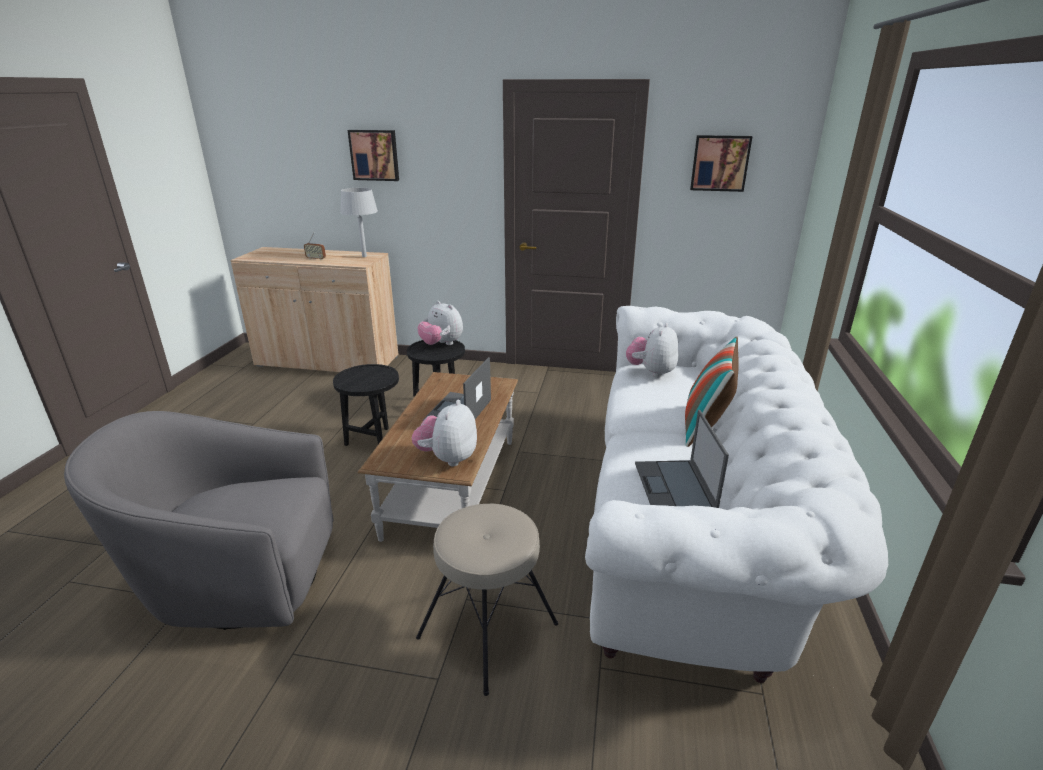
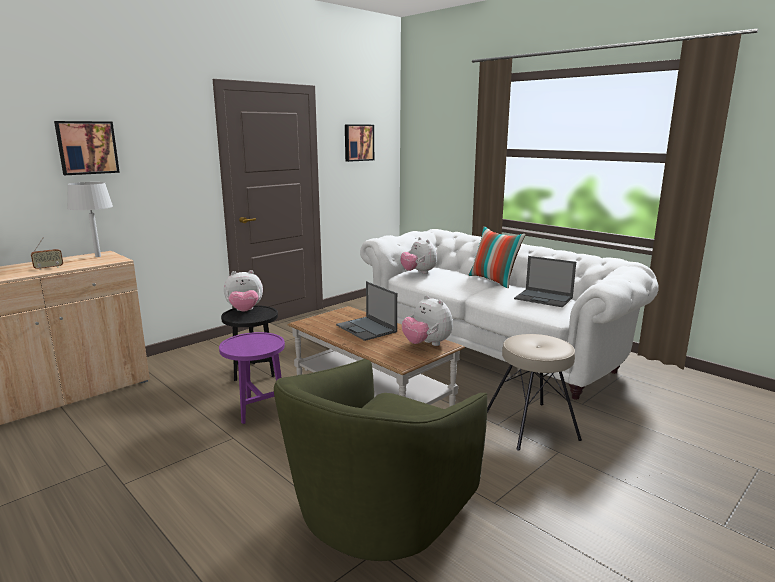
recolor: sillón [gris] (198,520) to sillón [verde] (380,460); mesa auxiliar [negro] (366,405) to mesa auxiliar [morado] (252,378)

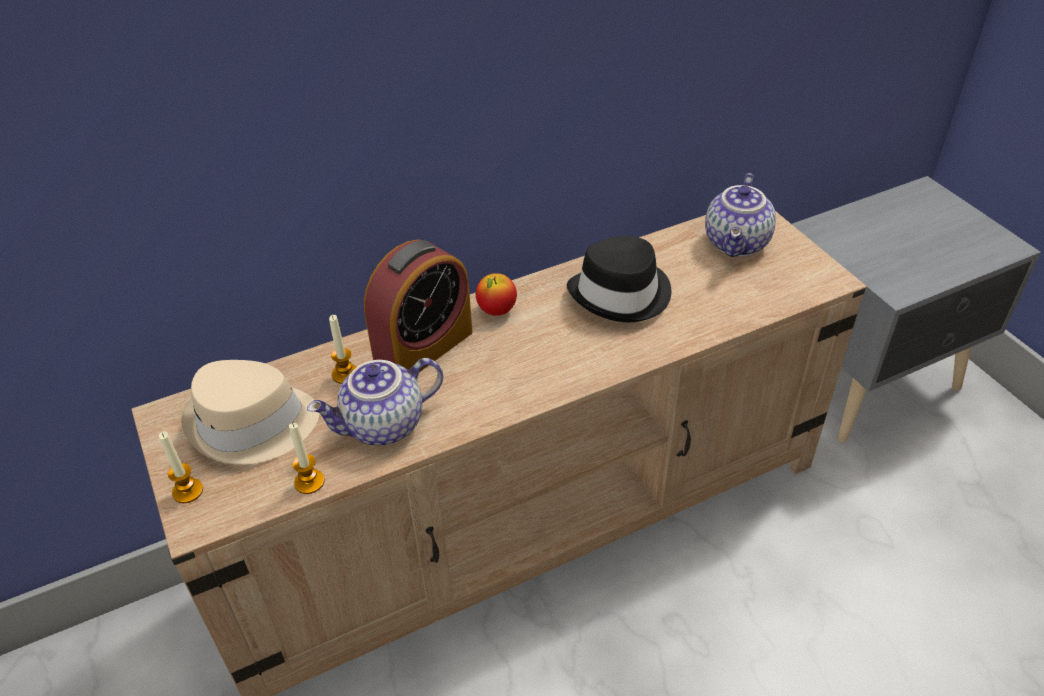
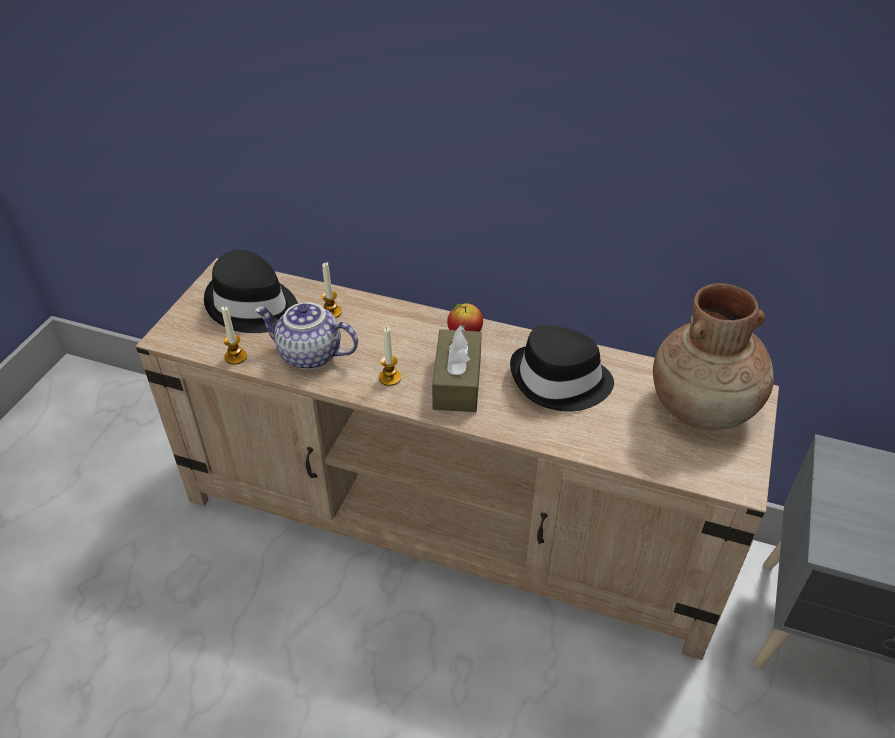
delete: despertador (418,306)
insert: caja de pañuelos [marrón] (457,368)
move: vela (181,467) to (390,356)
replace: tetera (740,215) to florero [marrón] (713,356)
recolor: sombrero [beis] (250,412) to sombrero [negro] (251,291)

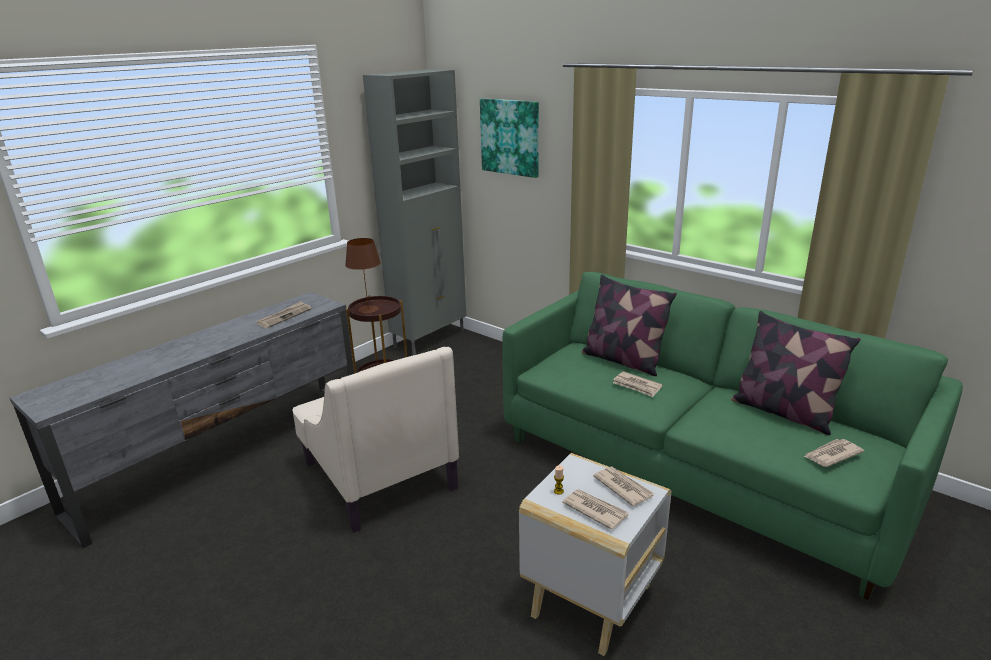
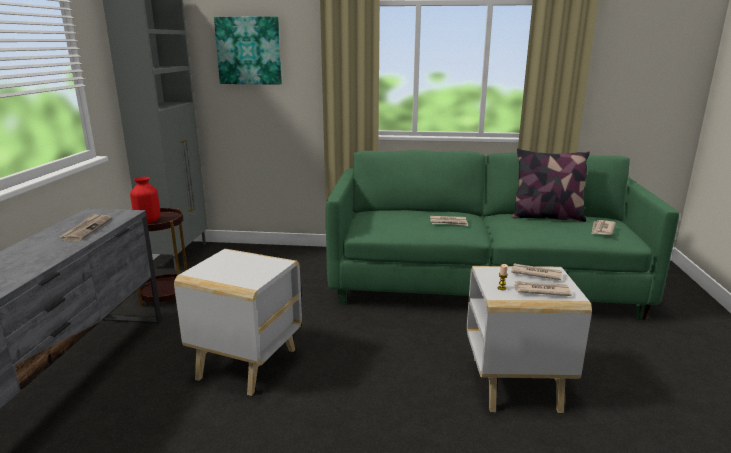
delete: cojín (629,325)
replace: sillón [beis] (375,440) to mesa auxiliar [blanco] (238,322); lámpara de mesa [marrón] (363,275) to florero [rojo] (145,200)

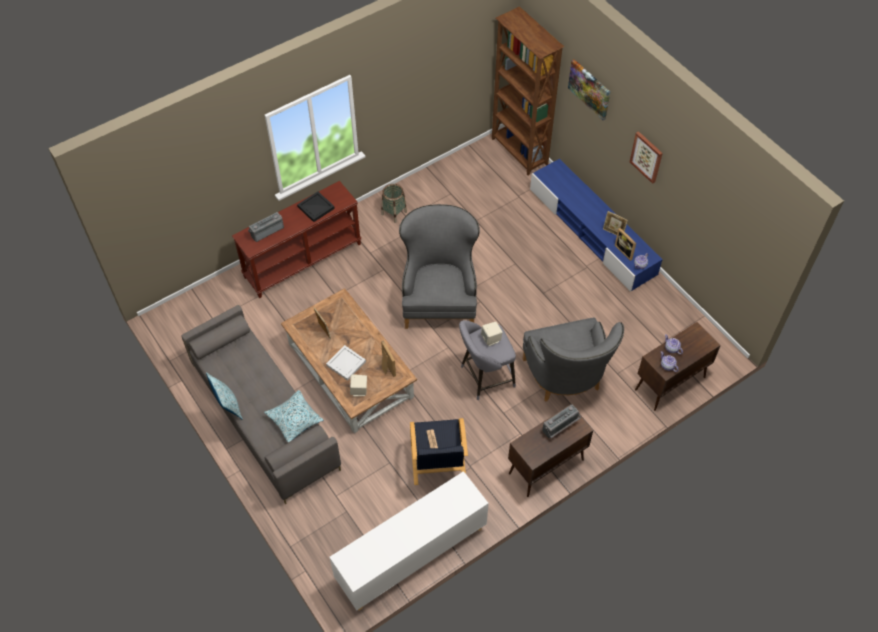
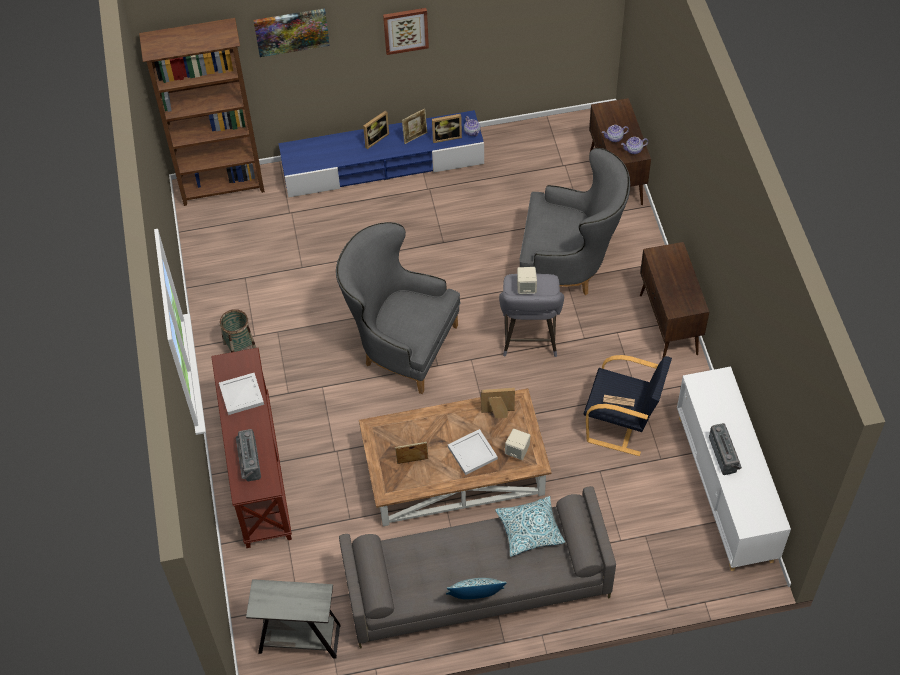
insert: mesa auxiliar [gris] (293,619); portarretratos (376,129)
move: radio (561,421) to (725,449)
recolor: bandeja [negro] (316,207) to bandeja [blanco] (241,394)

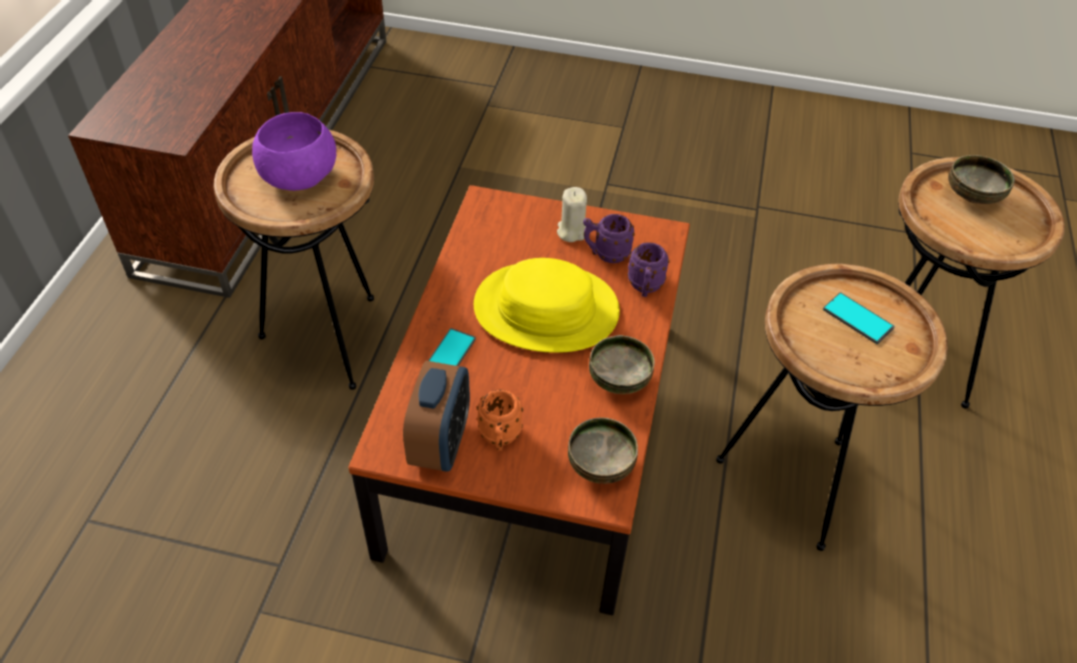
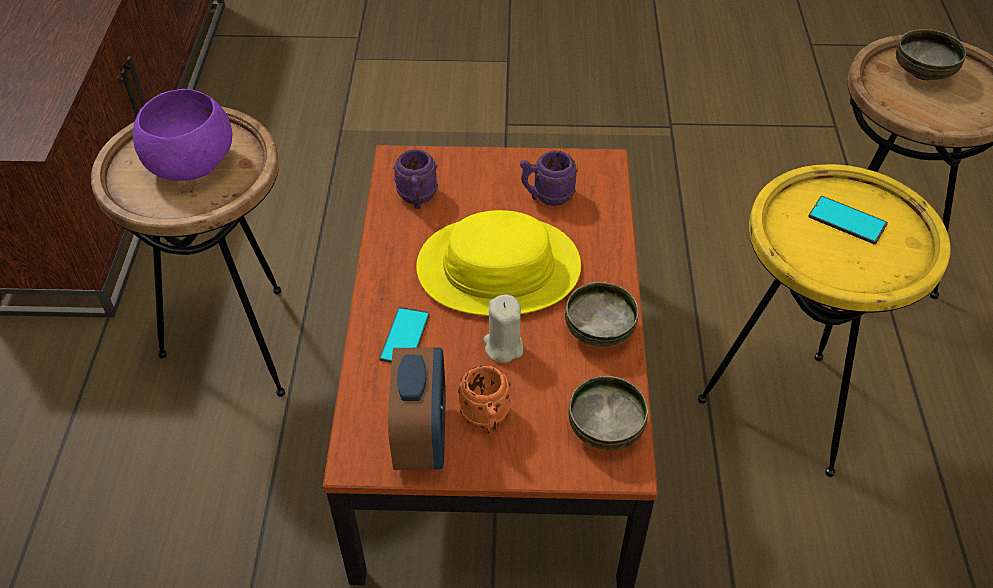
move: vela [beis] (572,214) to (503,329); taza grande [morado] (649,269) to (415,179)
recolor: mesa auxiliar [marrón] (832,407) to mesa auxiliar [amarillo] (824,320)

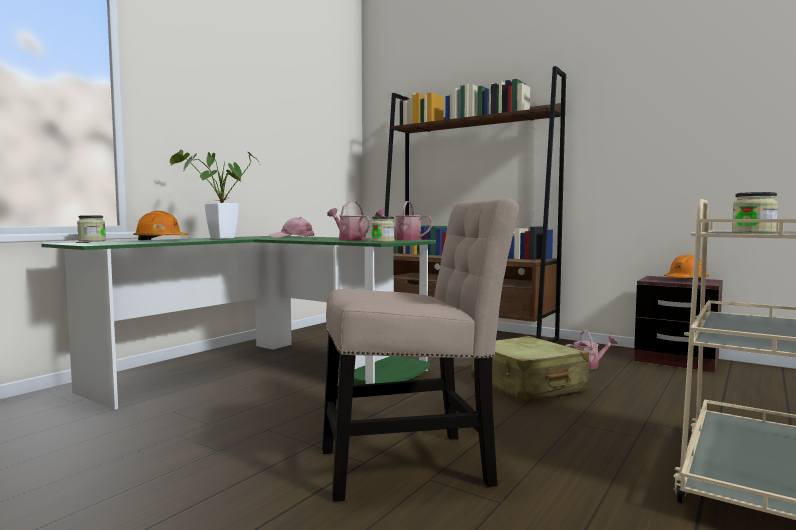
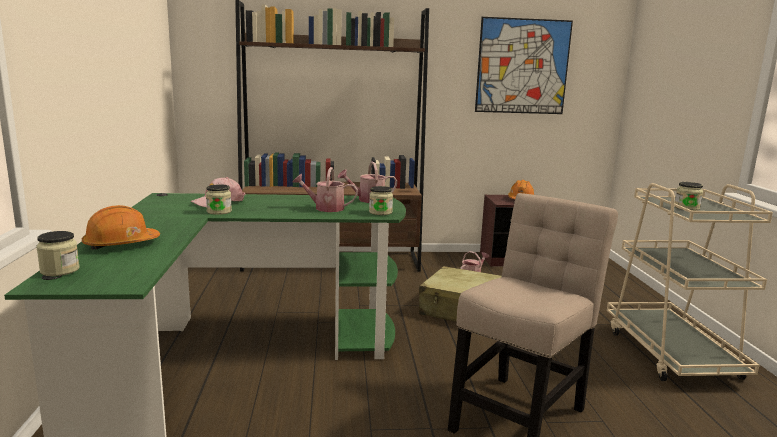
delete: planta en maceta (214,194)
insert: tarro (219,199); cuadro (524,65)

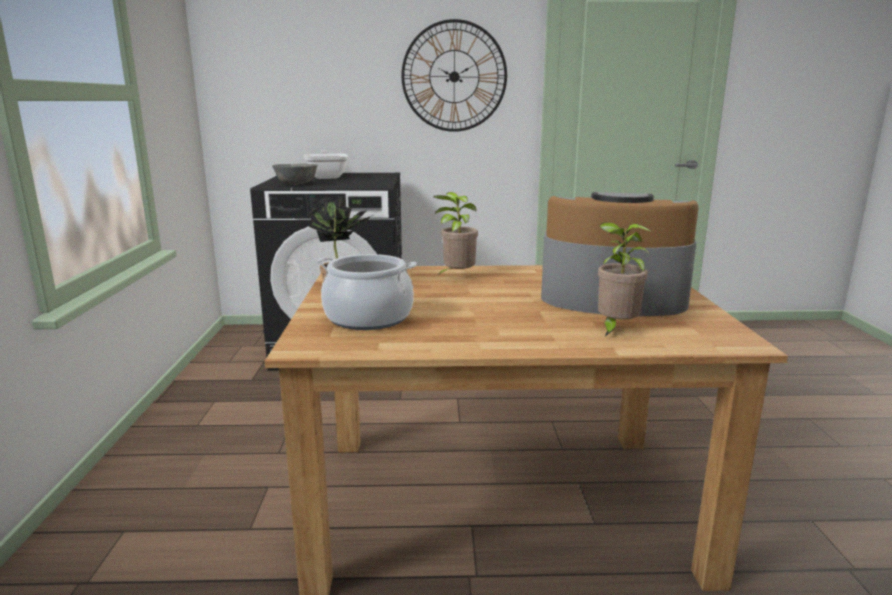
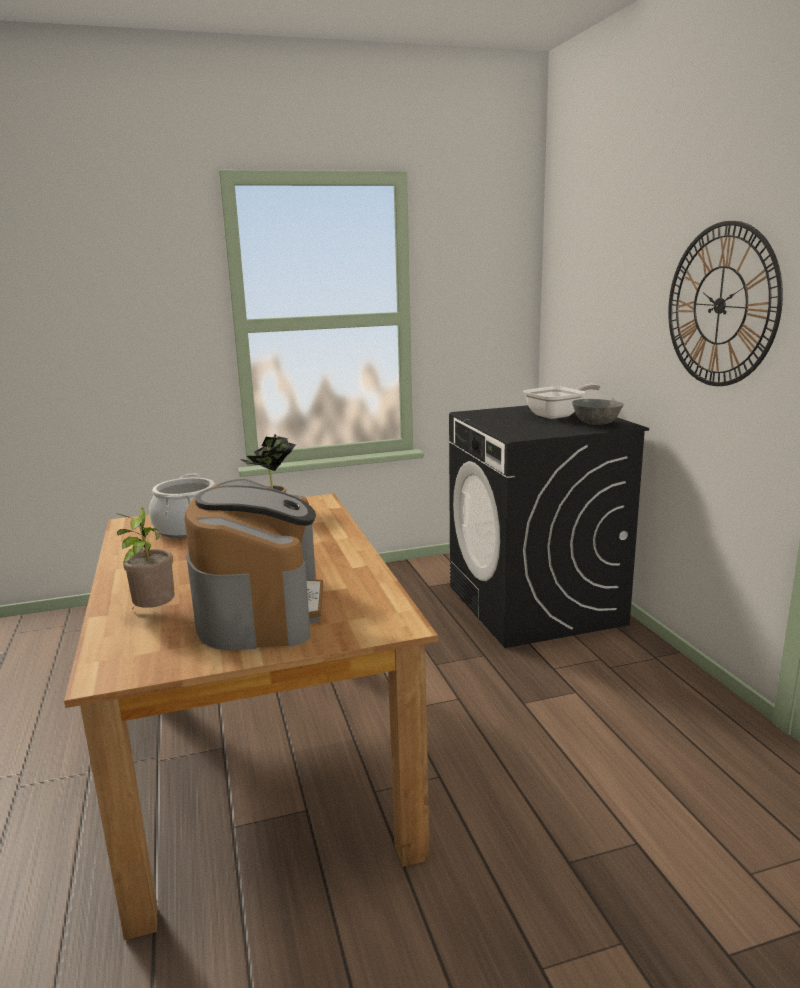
delete: planta en maceta (455,233)
move: cuenco [gris] (295,174) to (598,412)

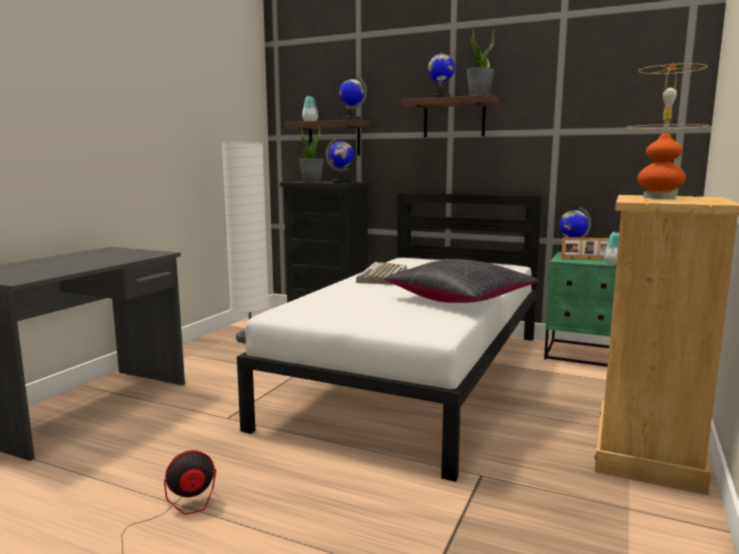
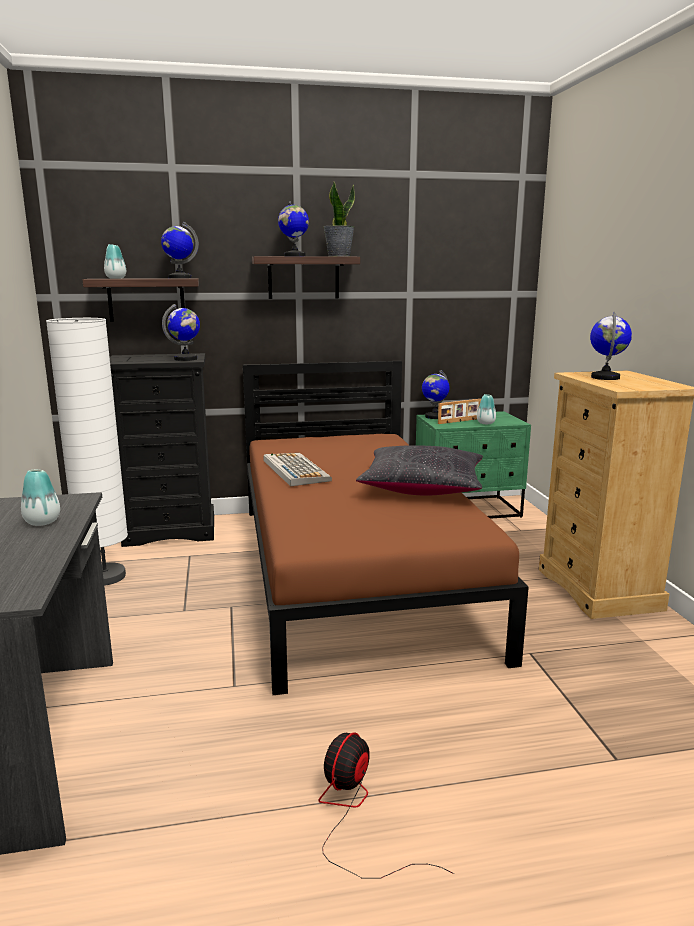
delete: planta en maceta (311,154)
insert: florero (40,498)
replace: lámpara de mesa (667,131) to globo terráqueo (611,346)
recolor: cama [blanco] (389,337) to cama [marrón] (386,528)

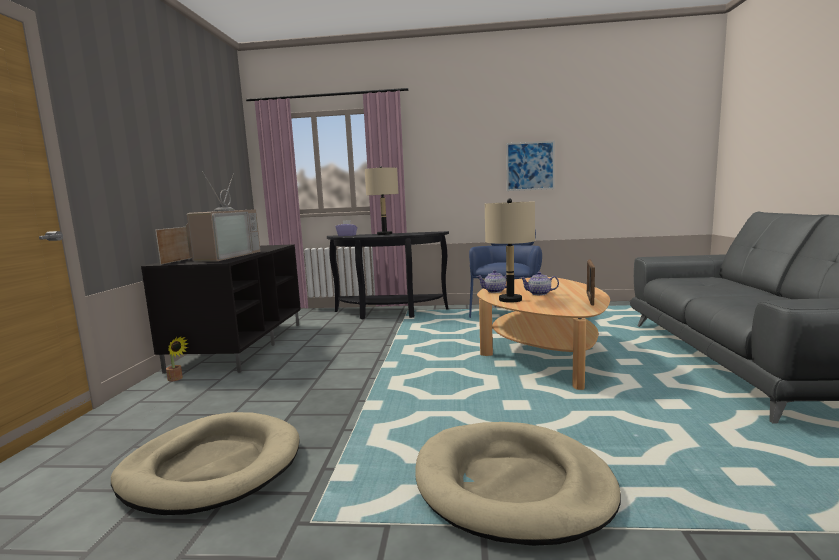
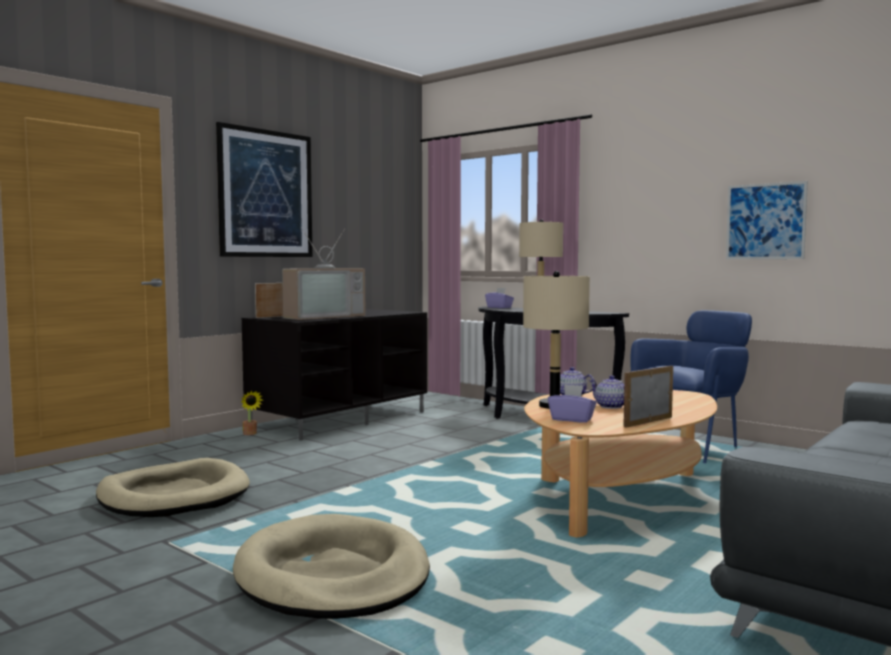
insert: cuadro (264,189); caja de pañuelos [morado] (572,403)

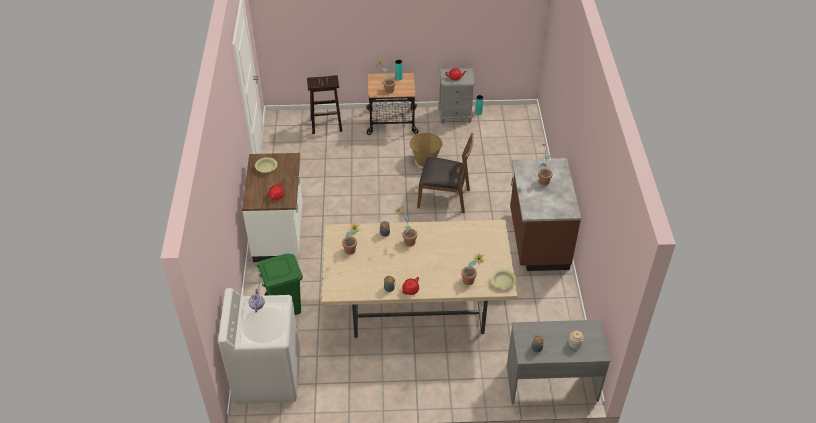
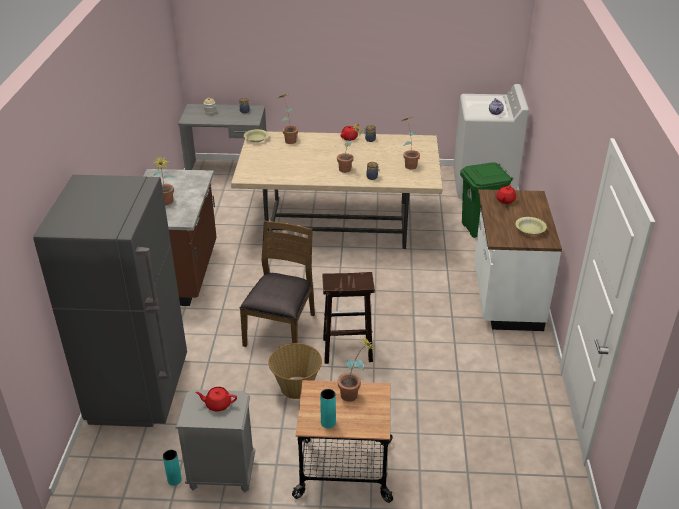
insert: nevera [gris] (110,301)
move: taburete [marrón] (324,104) to (348,318)
rotate: silla [marrón] (445,173) = (277,284) 90 degrees clockwise

